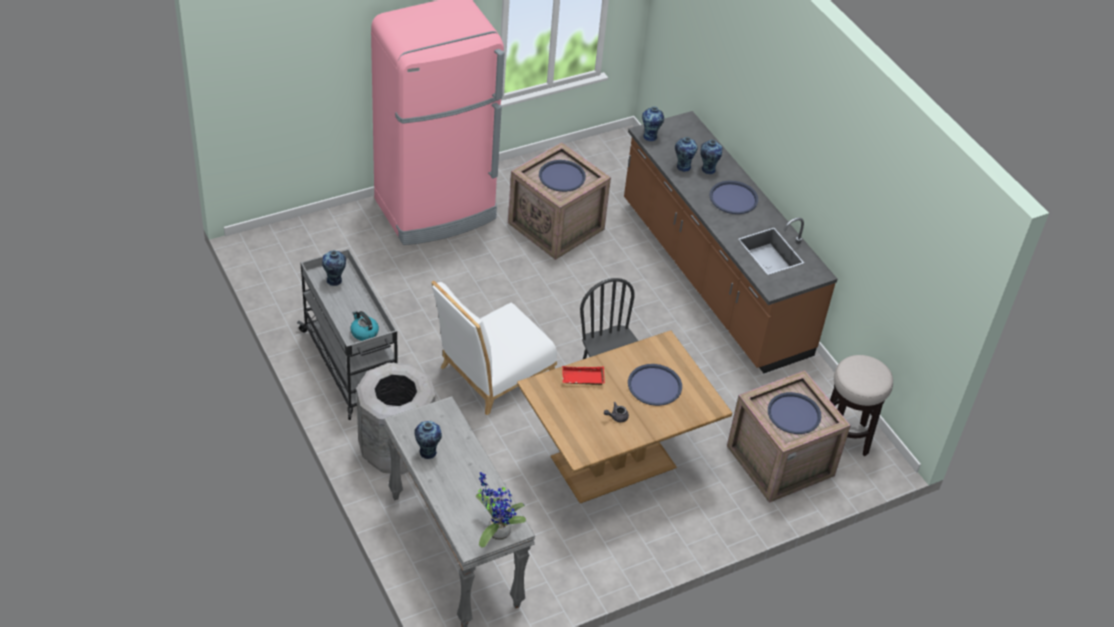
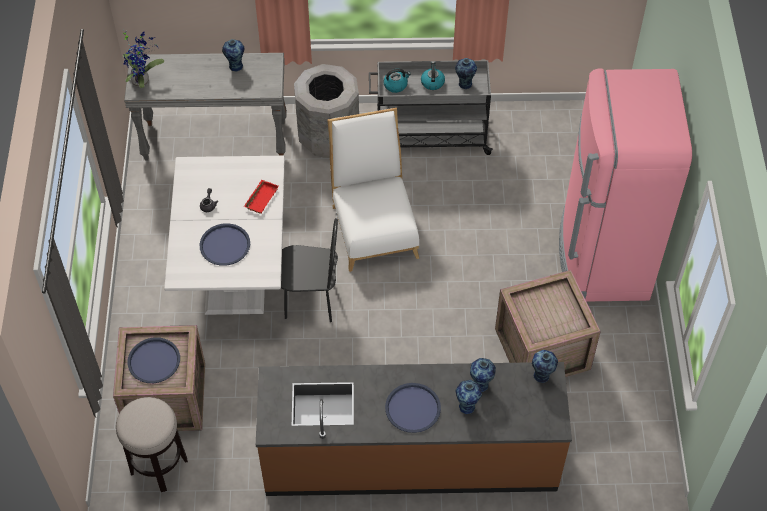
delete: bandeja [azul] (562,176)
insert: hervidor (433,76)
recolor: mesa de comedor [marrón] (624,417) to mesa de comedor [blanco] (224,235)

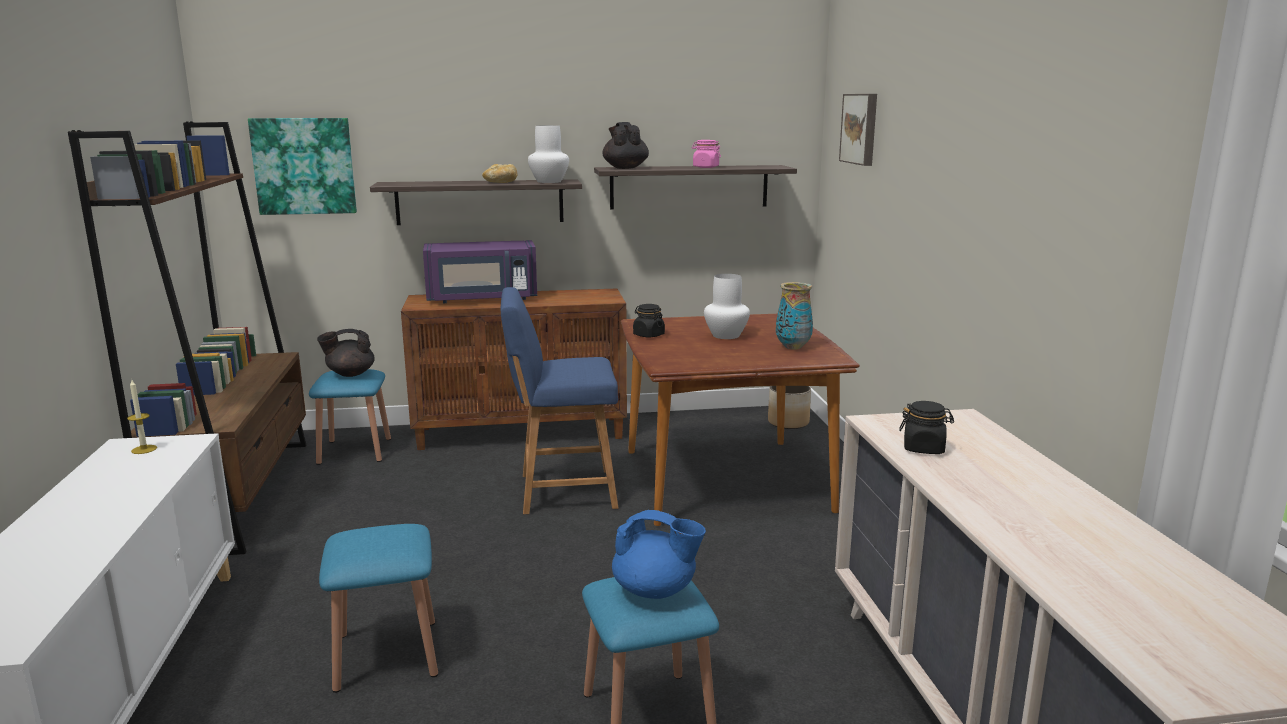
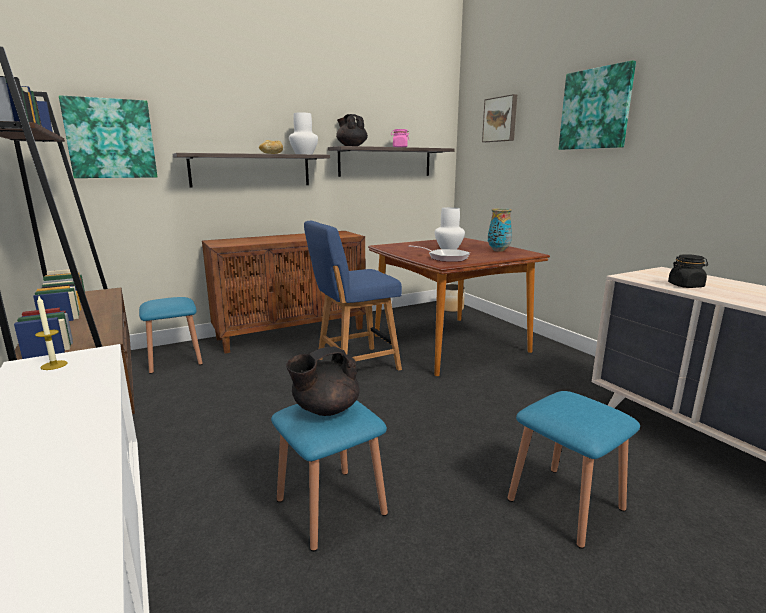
delete: microondas [morado] (480,271); tetera [azul] (659,554); tarro [negro] (649,321)
insert: sartén (439,253); cuadro (597,105)
move: tetera [negro] (346,353) to (323,381)

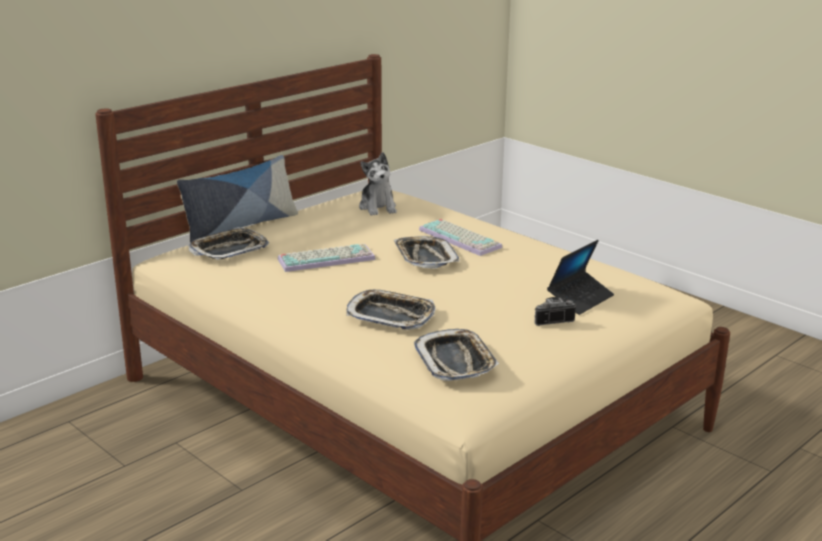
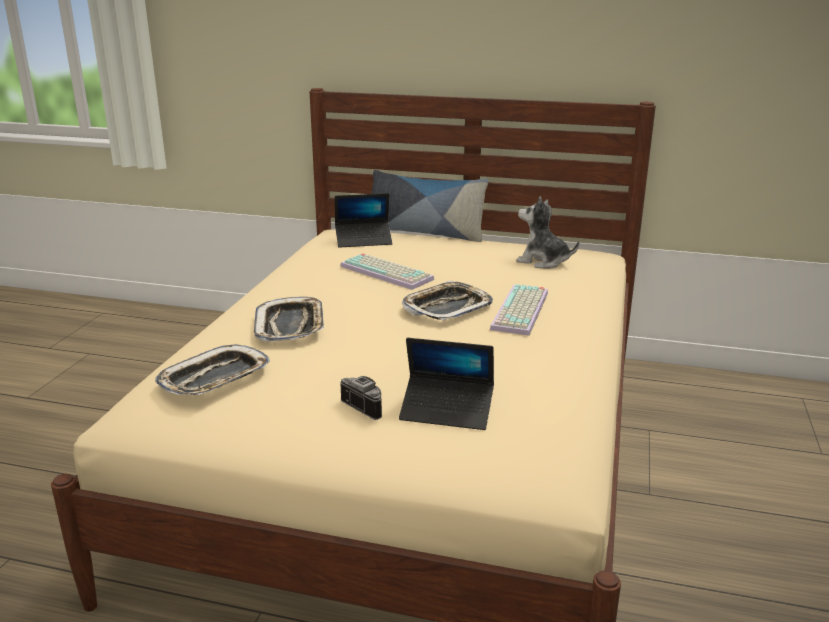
replace: bandeja (229,243) to portátil (364,220)
rotate: peluche (378,184) = (547,233) 75 degrees clockwise

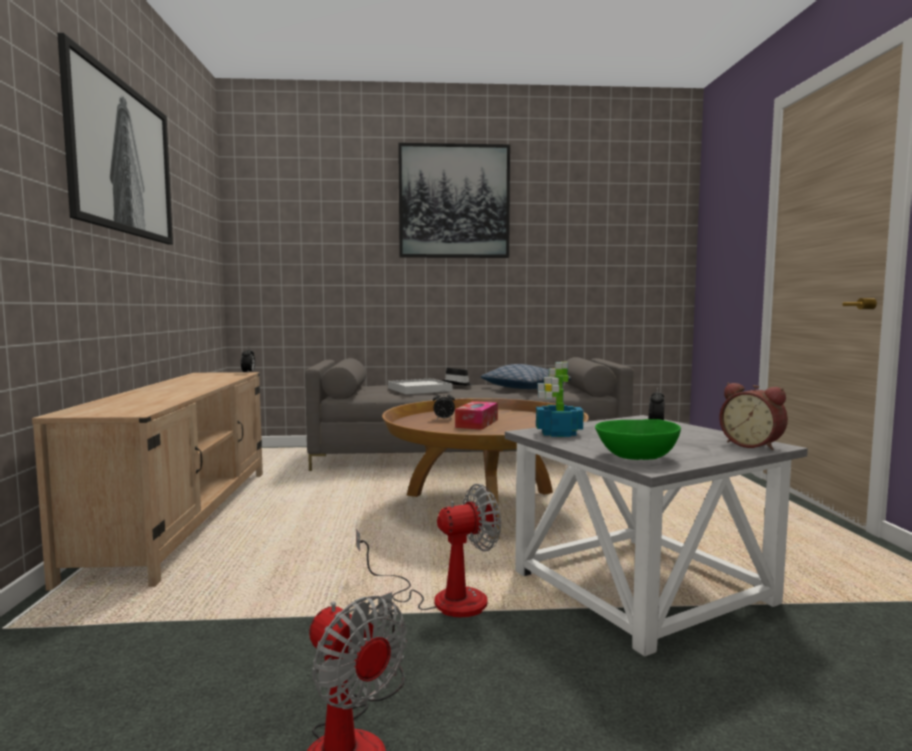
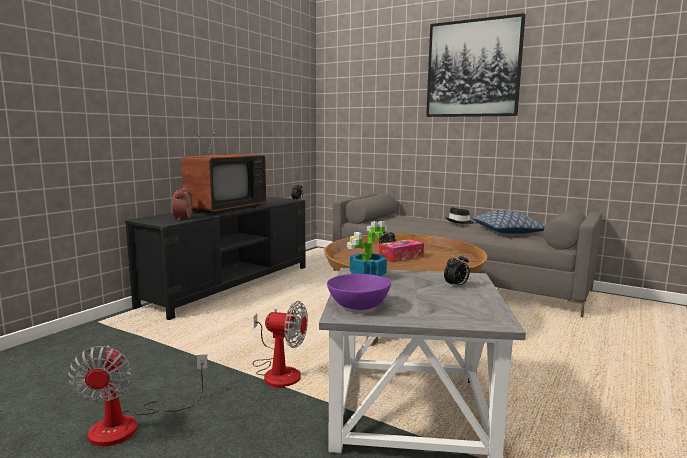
delete: cuadro (115,139); bandeja [blanco] (420,386)
insert: televisor (224,171)
move: despertador (753,417) to (183,204)
recolor: mueble de televisión [beis] (147,481) to mueble de televisión [negro] (215,258); cuenco [verde] (638,439) to cuenco [morado] (359,292)

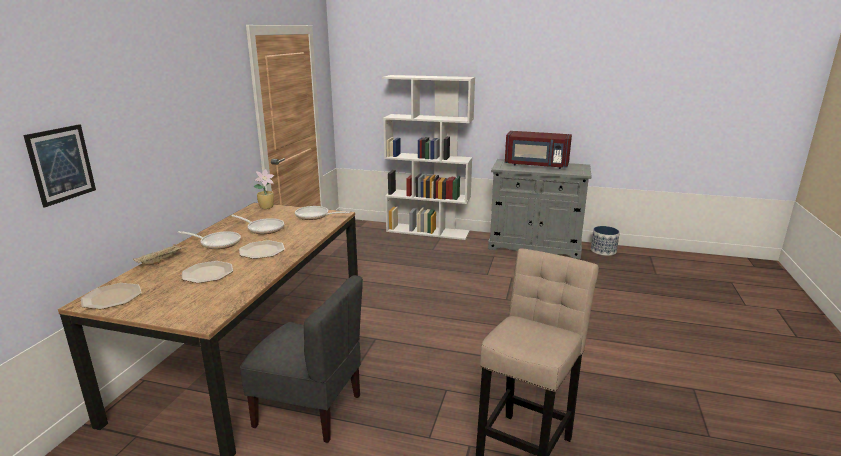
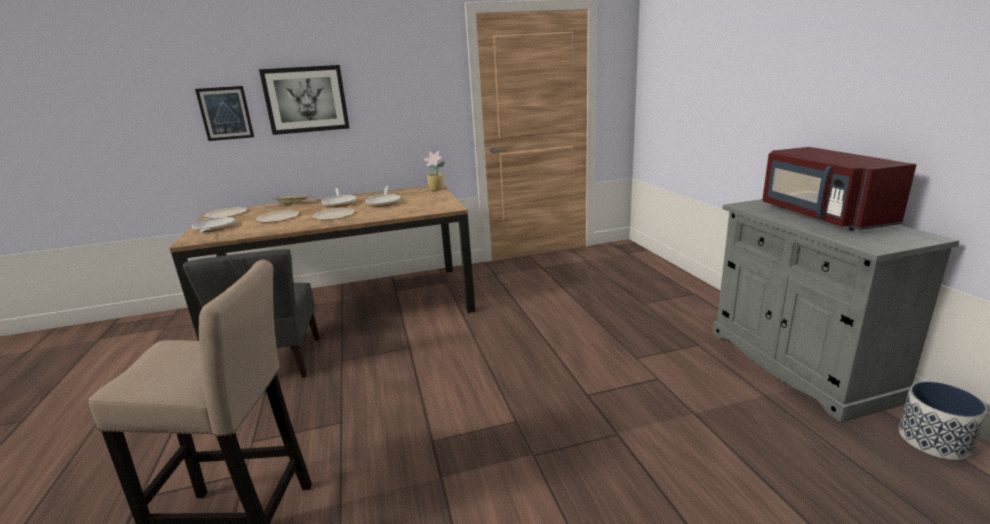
delete: estantería [blanco] (428,157)
insert: cuadro (304,100)
move: sartén (322,213) to (213,225)

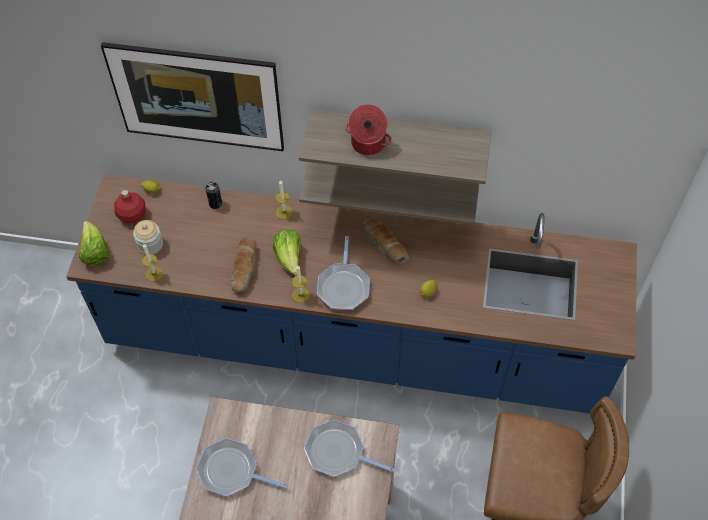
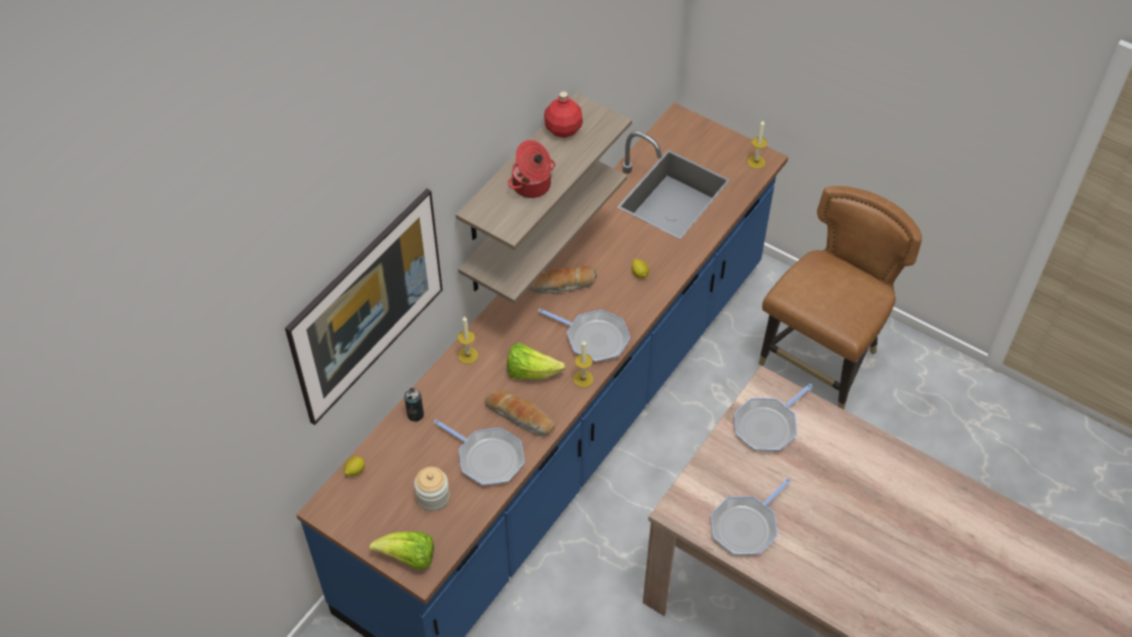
insert: sartén (479,452)
move: botella [rojo] (130,206) to (563,114); vela (152,263) to (757,145)

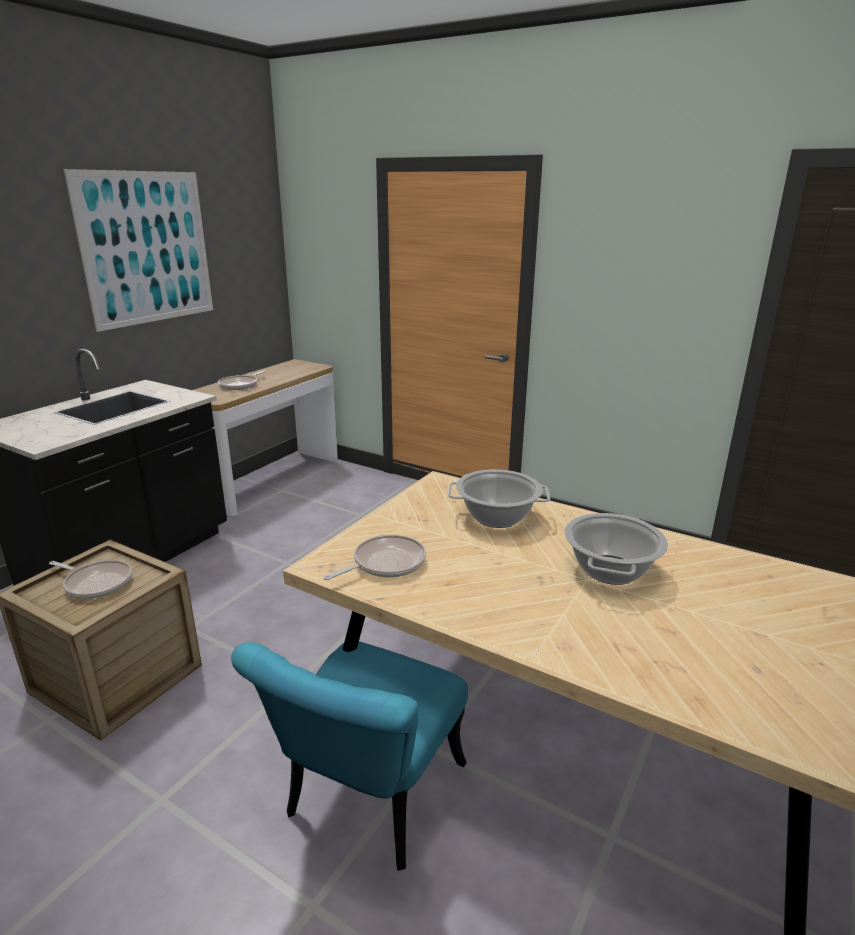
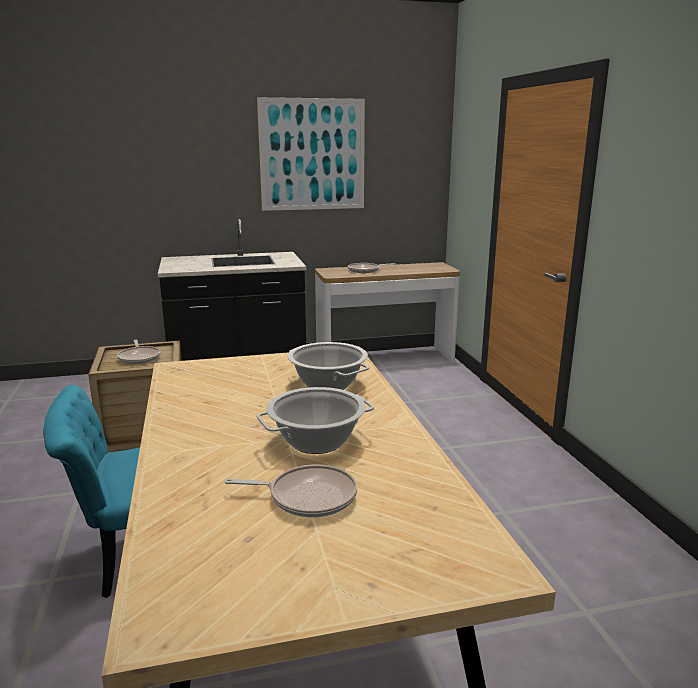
move: sartén (375,557) to (291,491)

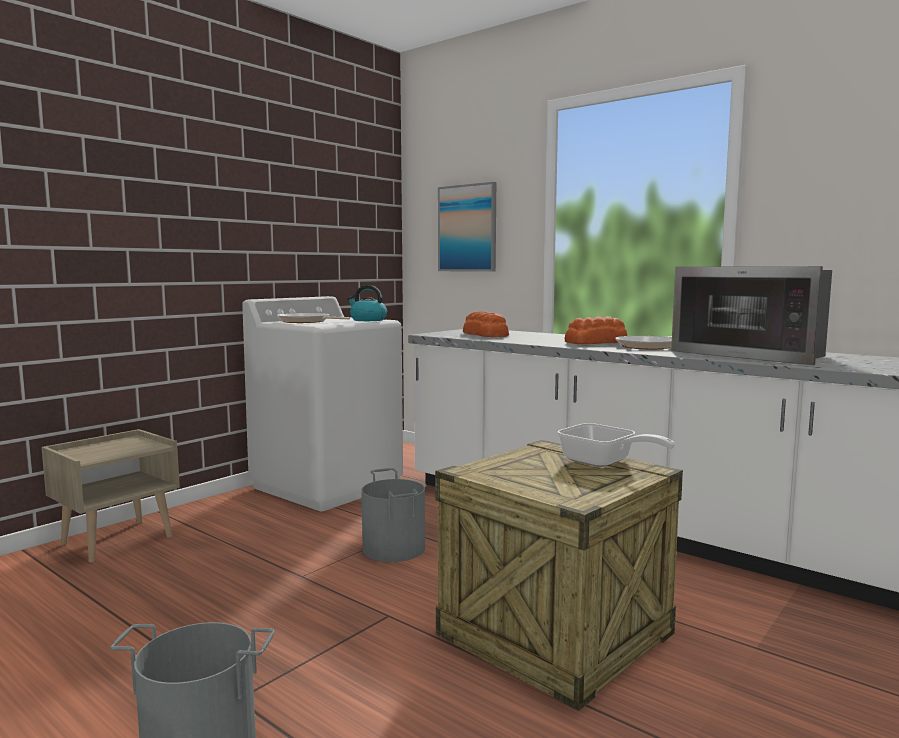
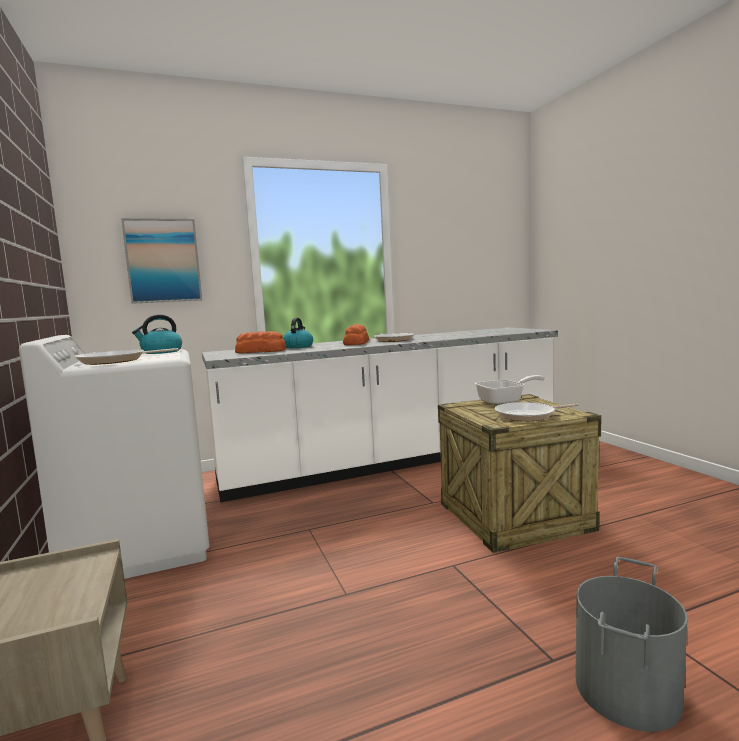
delete: cubo [gris] (393,515); microondas (751,315)
insert: hervidor (298,333); sartén (537,411)

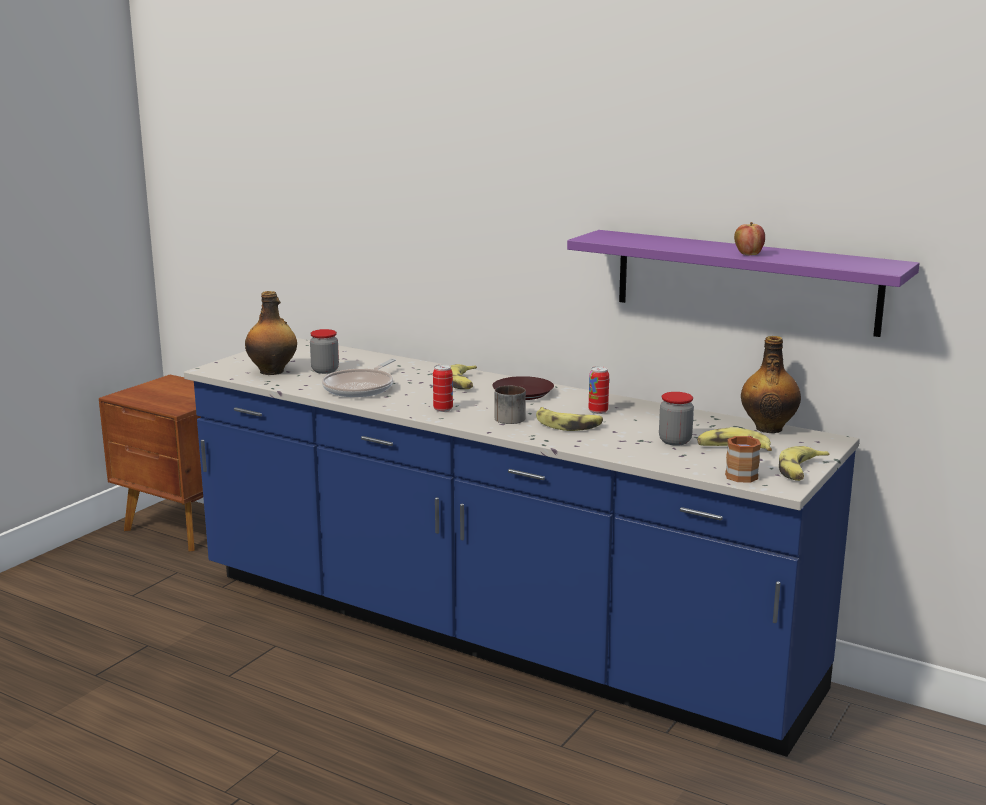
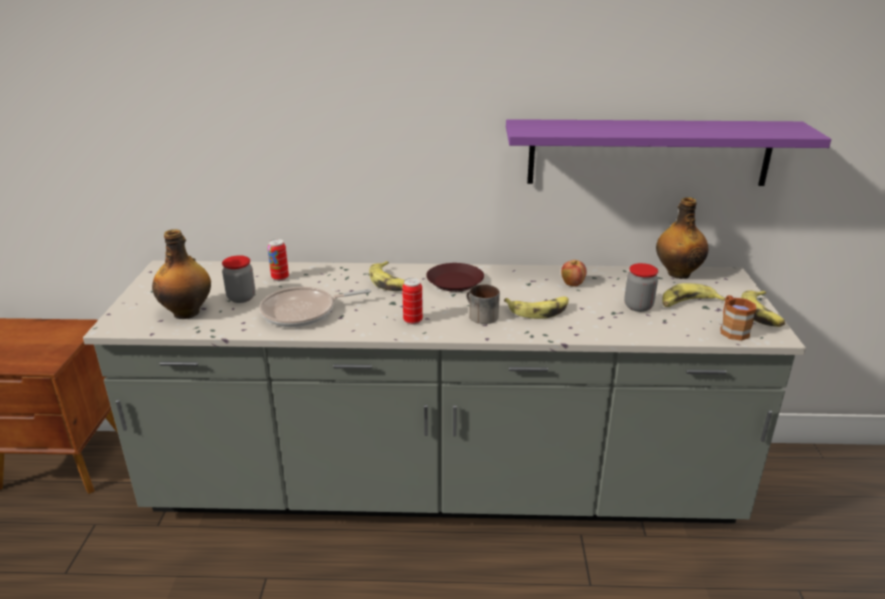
move: lata (599,390) to (278,260); manzana (749,239) to (574,273)
recolor: mueble bajo de cocina [azul] (522,547) to mueble bajo de cocina [gris] (444,391)
rotate: sartén (359,378) = (315,307) 75 degrees clockwise

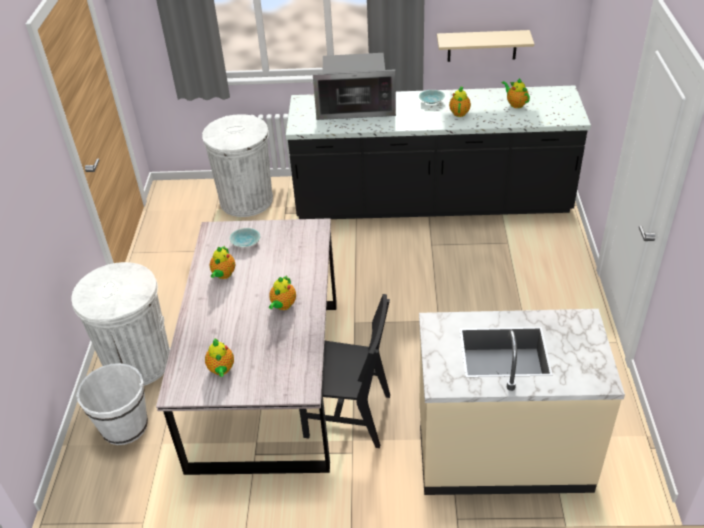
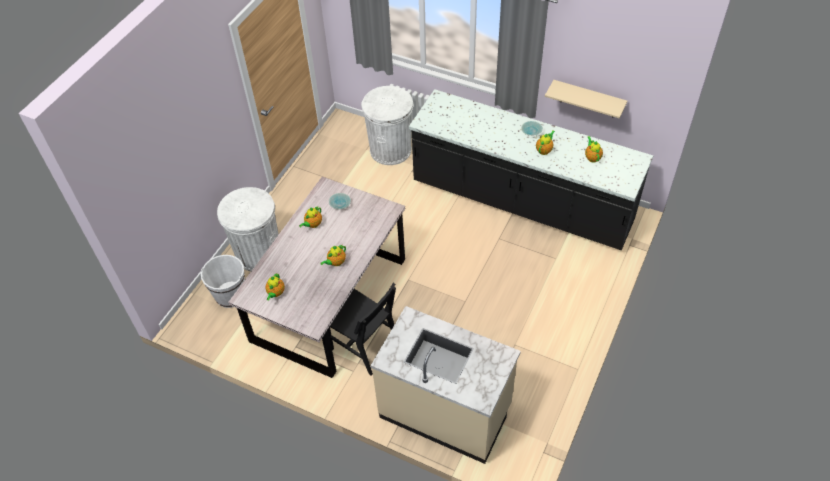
delete: microondas (354,86)

